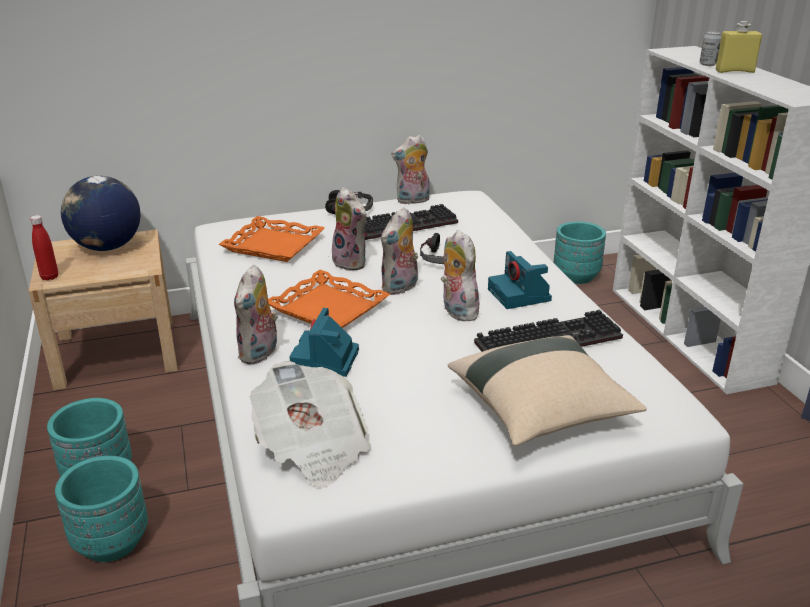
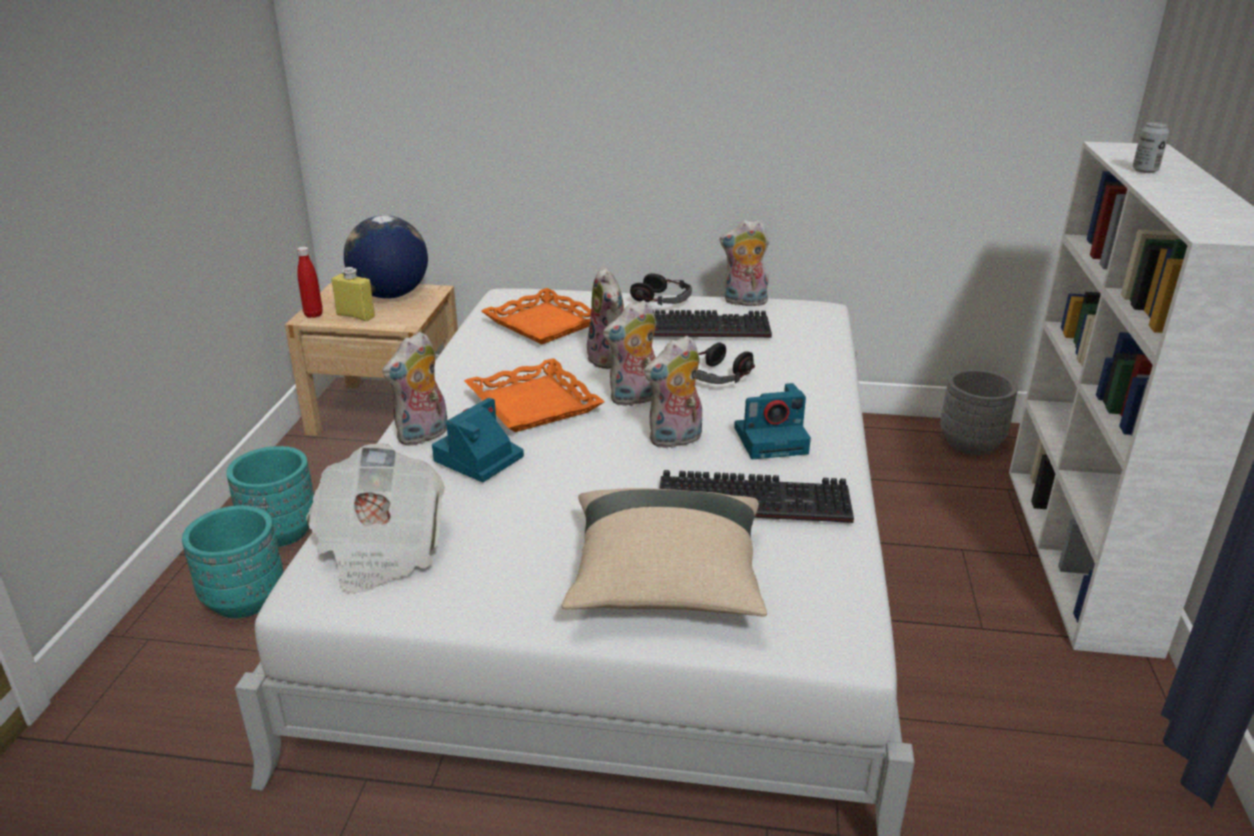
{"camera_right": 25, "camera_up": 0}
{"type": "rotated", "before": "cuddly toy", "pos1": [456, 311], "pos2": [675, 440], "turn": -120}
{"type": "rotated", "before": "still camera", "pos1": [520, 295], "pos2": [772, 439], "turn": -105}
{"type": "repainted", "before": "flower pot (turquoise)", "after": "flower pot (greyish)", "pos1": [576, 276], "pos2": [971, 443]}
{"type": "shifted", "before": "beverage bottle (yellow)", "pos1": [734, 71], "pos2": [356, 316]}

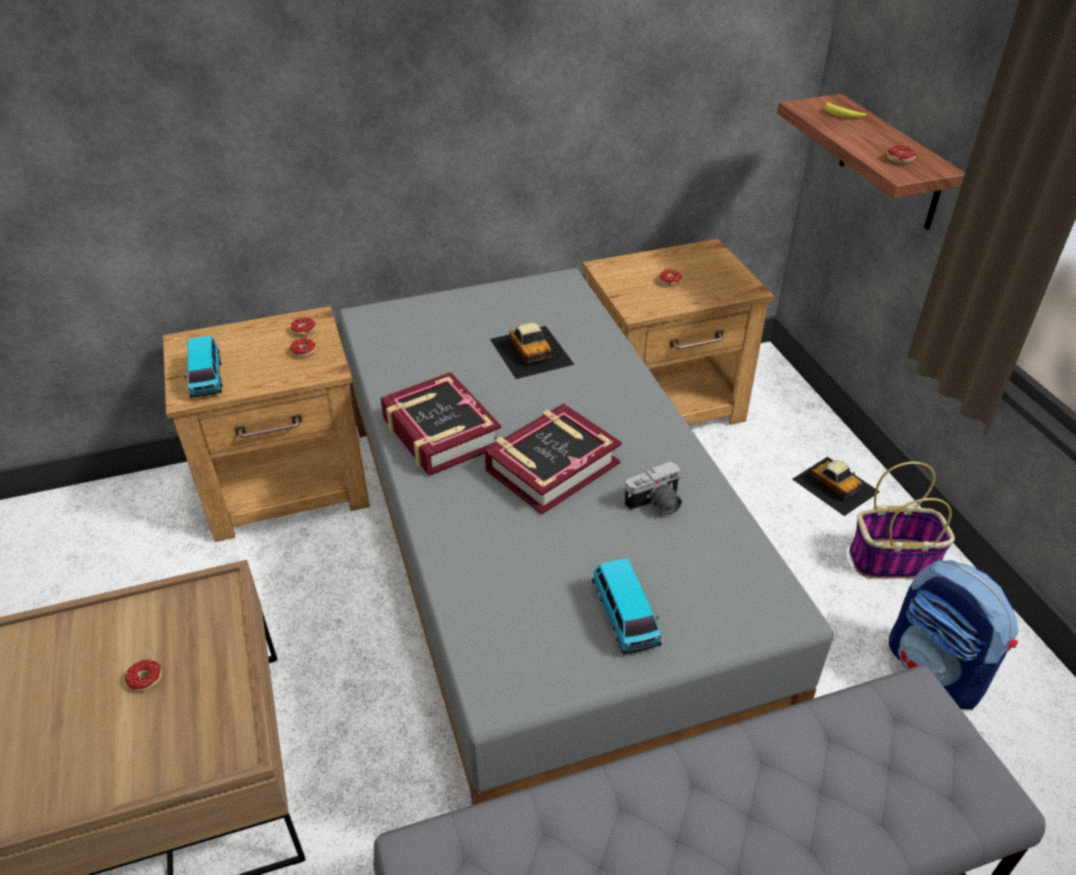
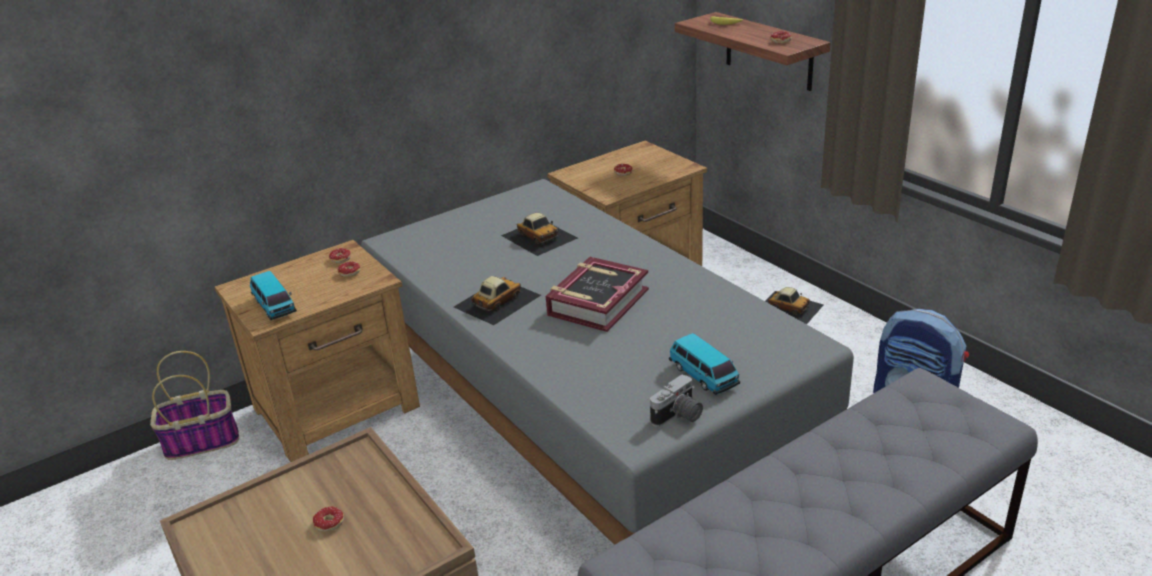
{"camera_right": -15, "camera_up": -10}
{"type": "swapped", "before": "book", "after": "model car", "pos1": [440, 433], "pos2": [496, 301]}
{"type": "shifted", "before": "still camera", "pos1": [656, 505], "pos2": [679, 417]}
{"type": "shifted", "before": "storage basket", "pos1": [893, 560], "pos2": [203, 441]}

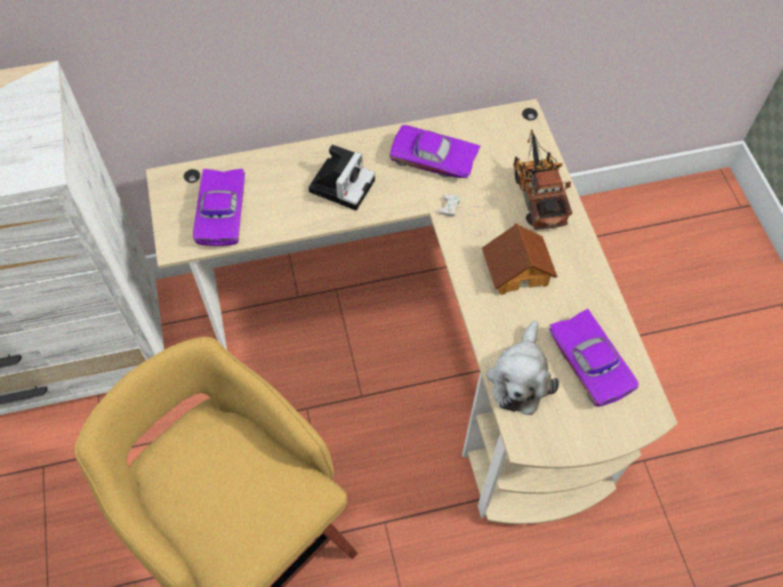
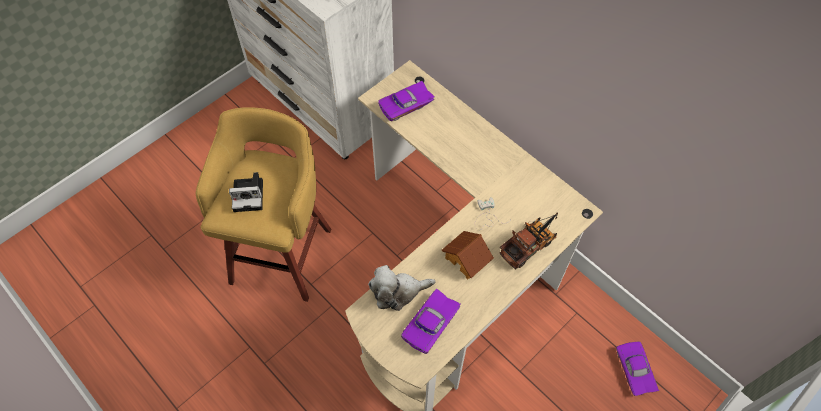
{"camera_right": 60, "camera_up": 0}
{"type": "shifted", "before": "still camera", "pos1": [342, 183], "pos2": [250, 195]}
{"type": "shifted", "before": "model car (purplish)", "pos1": [432, 161], "pos2": [633, 370]}

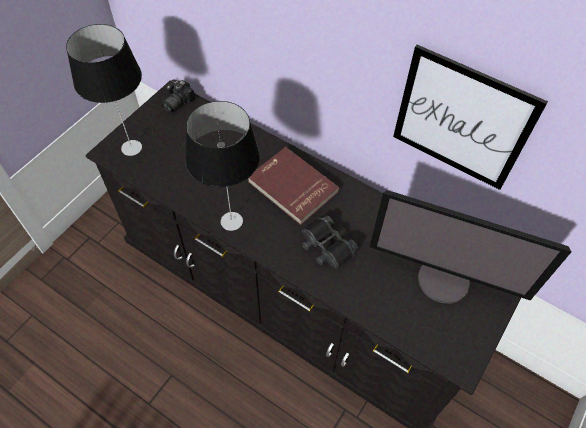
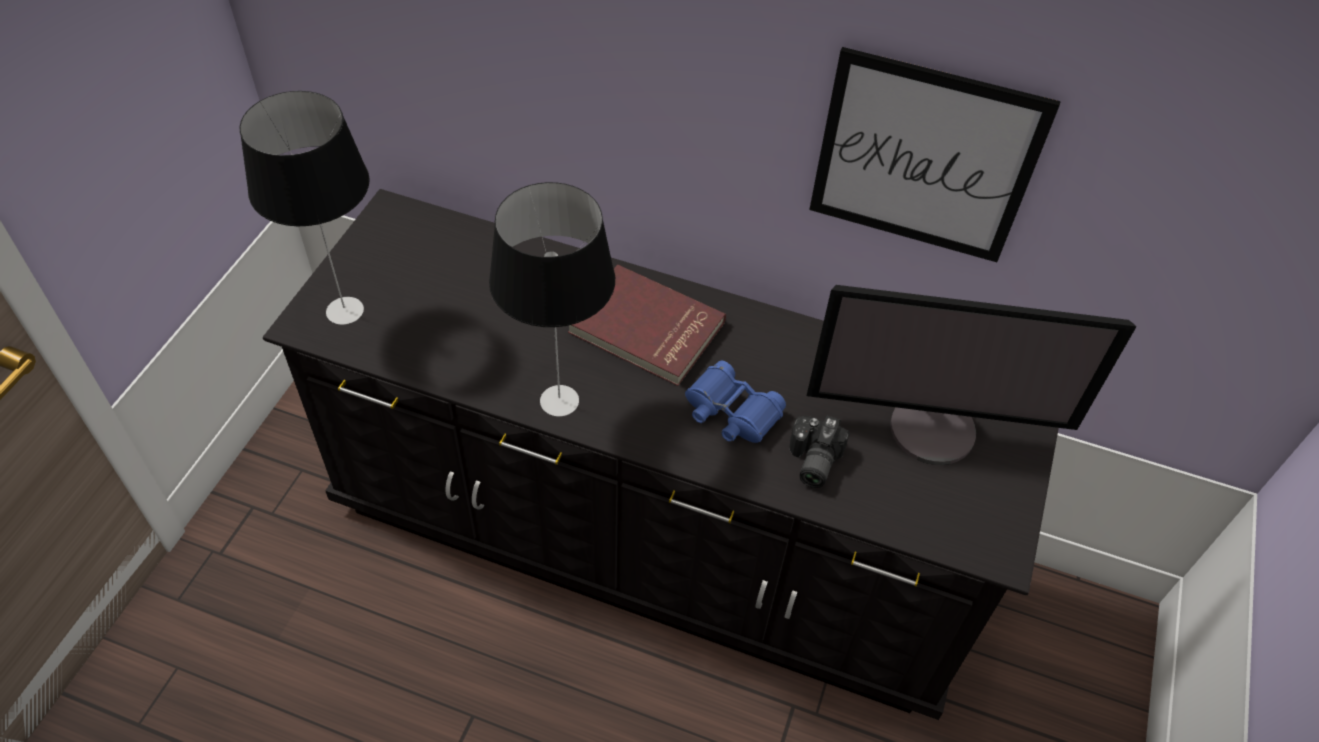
{"camera_right": -15, "camera_up": -5}
{"type": "shifted", "before": "still camera", "pos1": [175, 102], "pos2": [811, 461]}
{"type": "repainted", "before": "pair of binoculars (blackish)", "after": "pair of binoculars (bluish)", "pos1": [326, 247], "pos2": [731, 412]}

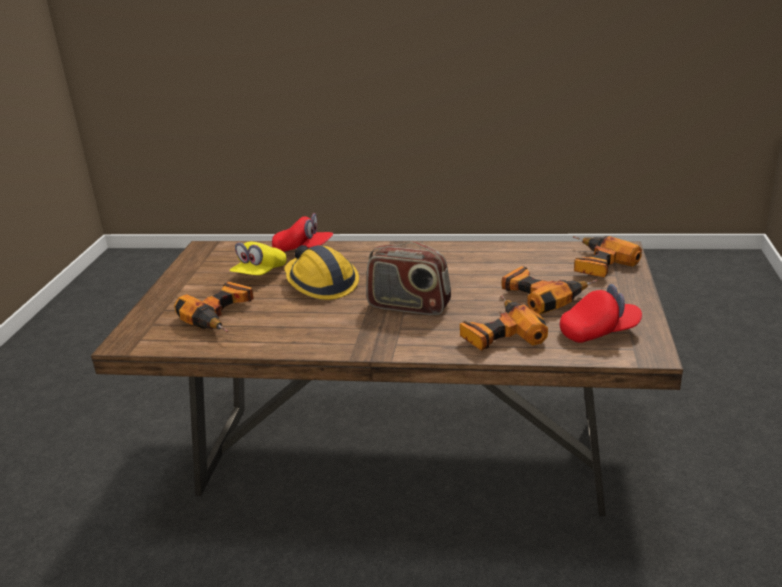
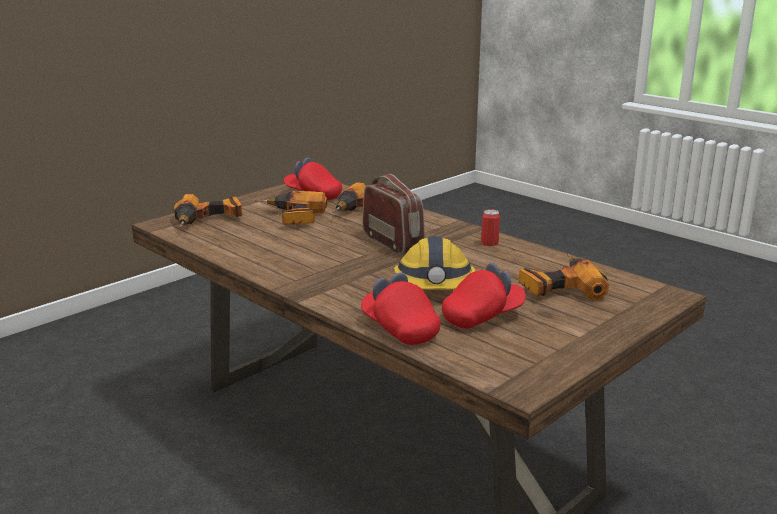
{"camera_right": -145, "camera_up": -5}
{"type": "repainted", "before": "baseball cap (yellow)", "after": "baseball cap (red-coloured)", "pos1": [260, 274], "pos2": [483, 316]}
{"type": "new", "after": "metal can", "pos2": [489, 243]}

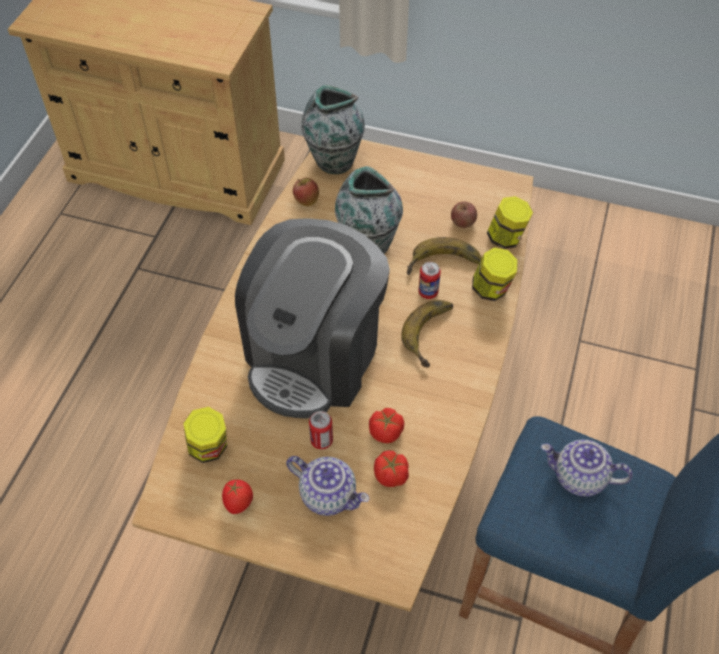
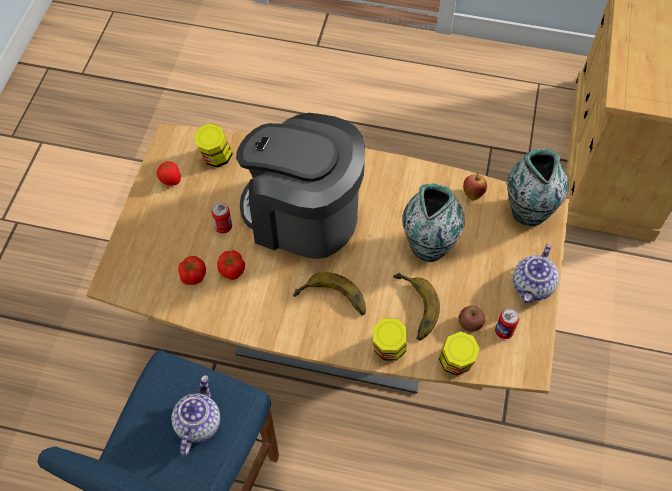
{"camera_right": 85, "camera_up": 5}
{"type": "shifted", "before": "teapot", "pos1": [329, 495], "pos2": [532, 286]}
{"type": "shifted", "before": "metal can", "pos1": [428, 292], "pos2": [504, 331]}

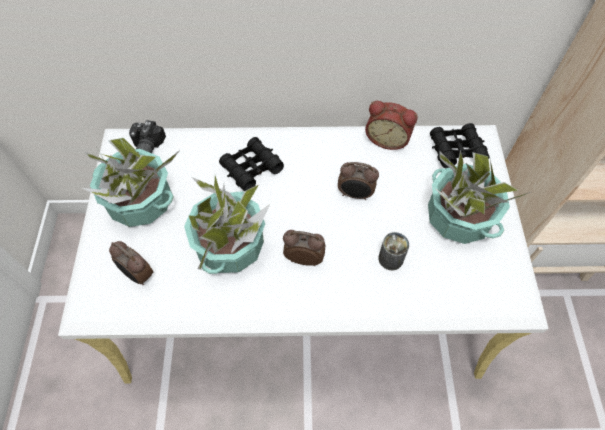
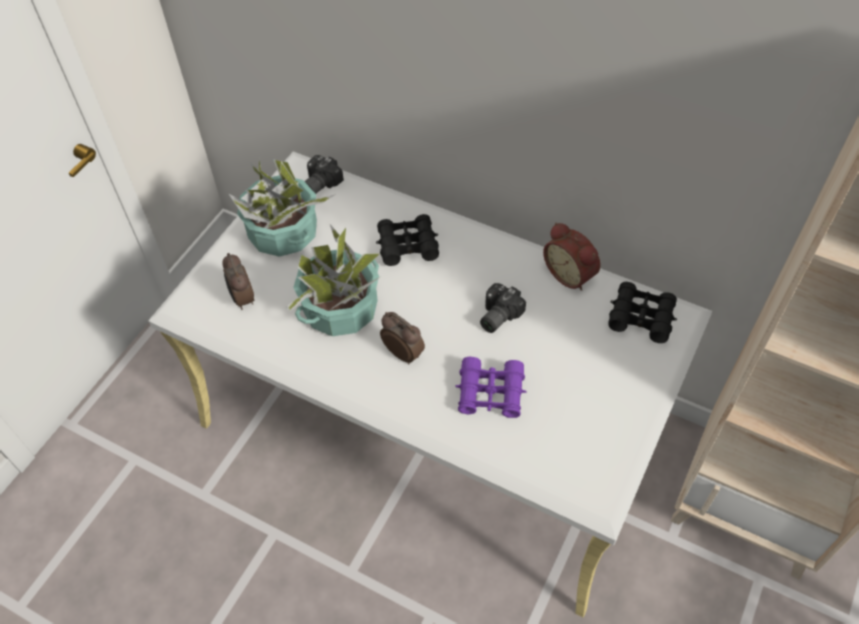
{"camera_right": 30, "camera_up": -5}
{"type": "swapped", "before": "bedside clock", "after": "still camera", "pos1": [355, 194], "pos2": [496, 315]}
{"type": "swapped", "before": "metal can", "after": "pair of binoculars (purplish)", "pos1": [390, 259], "pos2": [490, 393]}
{"type": "gone", "before": "houseplant", "pos1": [458, 217]}

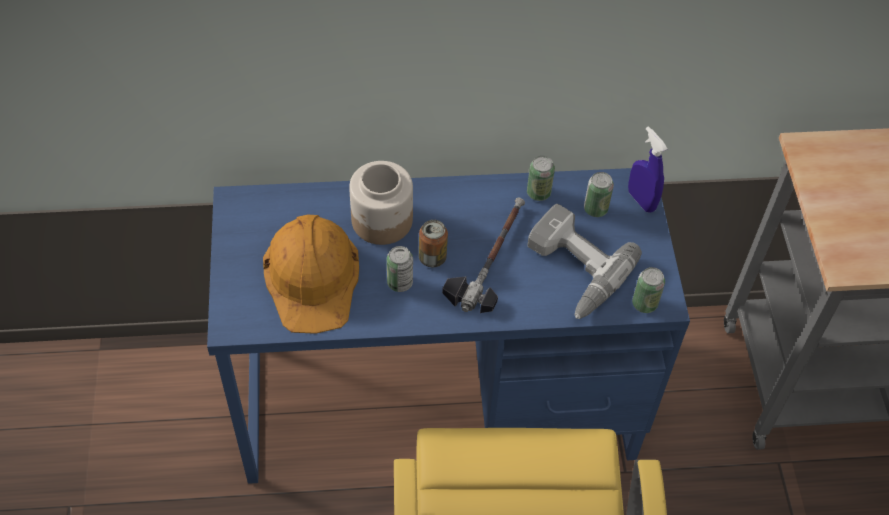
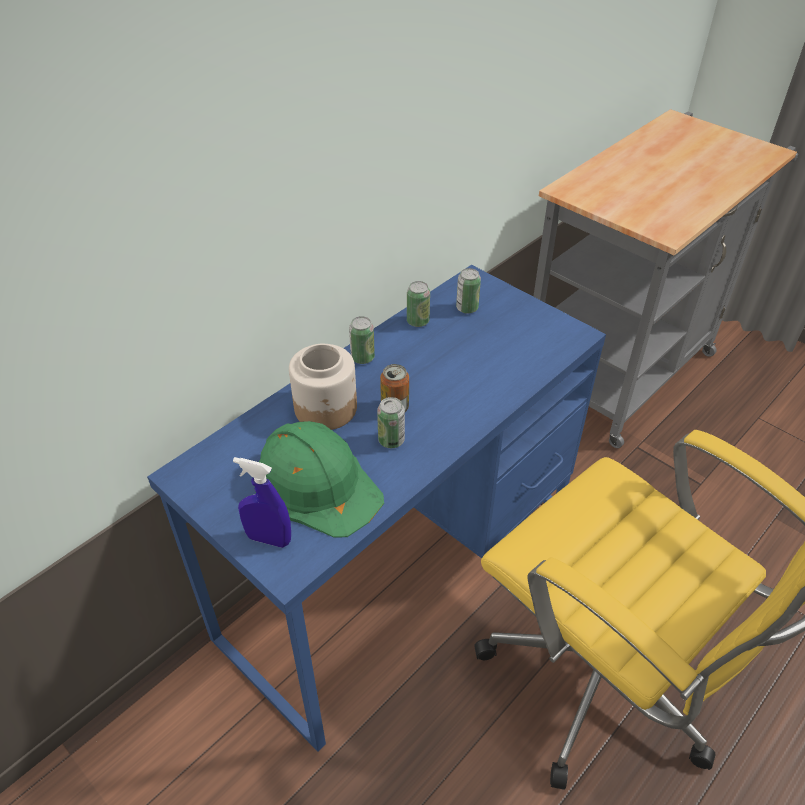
{"camera_right": -40, "camera_up": -10}
{"type": "repainted", "before": "work helmet (orange-coloured)", "after": "work helmet (green)", "pos1": [313, 277], "pos2": [316, 483]}
{"type": "gone", "before": "hammer", "pos1": [491, 257]}
{"type": "gone", "before": "drill", "pos1": [571, 270]}
{"type": "shifted", "before": "hand sprayer (bluish)", "pos1": [641, 200], "pos2": [269, 539]}
{"type": "shifted", "before": "metal can", "pos1": [644, 303], "pos2": [362, 358]}

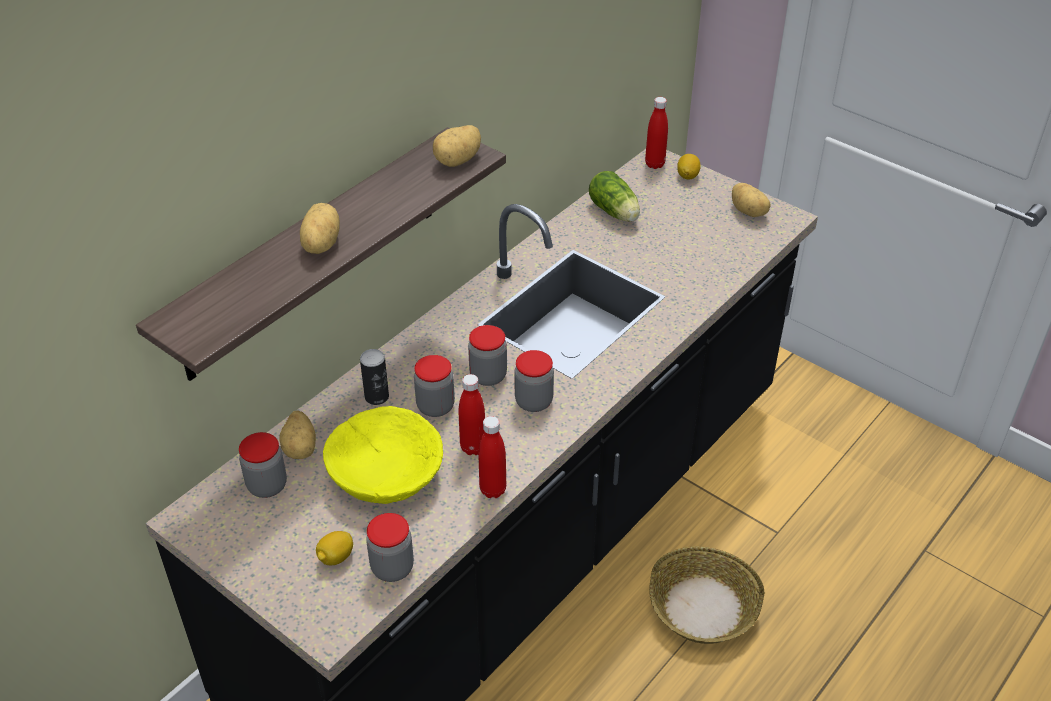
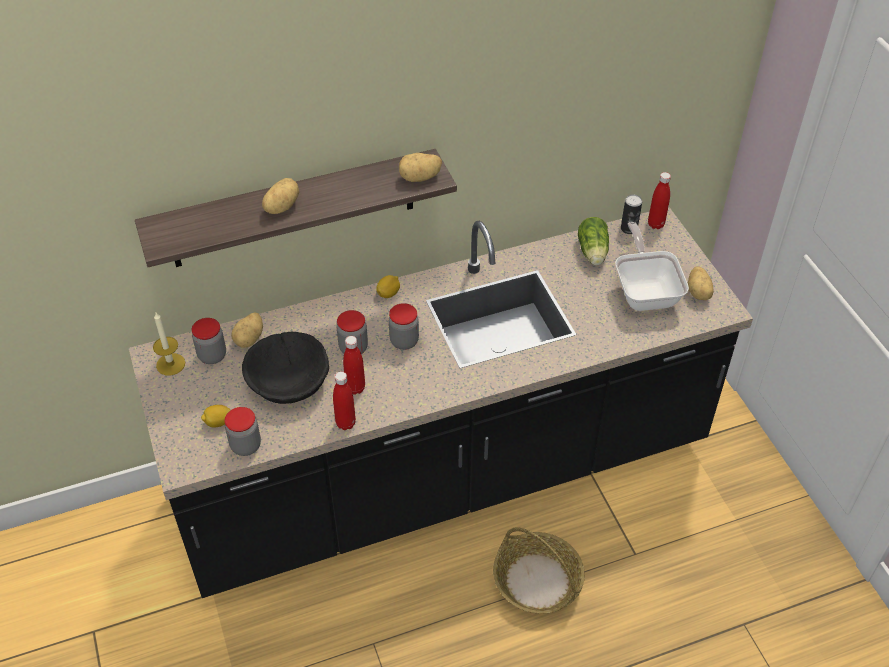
{"camera_right": 30, "camera_up": 5}
{"type": "repainted", "before": "serving bowl (yellow)", "after": "serving bowl (blackish)", "pos1": [386, 474], "pos2": [288, 381]}
{"type": "shifted", "before": "metal can", "pos1": [376, 397], "pos2": [629, 228]}
{"type": "gone", "before": "preserve jar", "pos1": [533, 401]}
{"type": "shifted", "before": "citrus fruit", "pos1": [687, 175], "pos2": [388, 293]}
{"type": "new", "after": "candle", "pos2": [170, 364]}
{"type": "new", "after": "frying pan", "pos2": [645, 291]}

